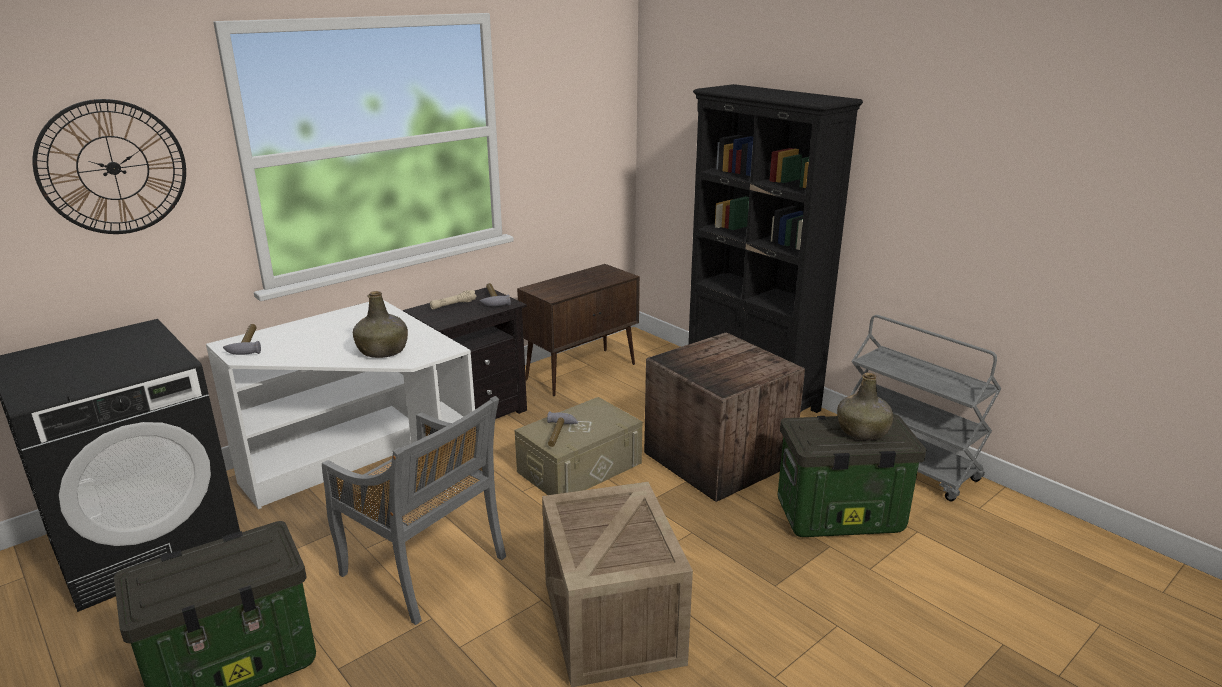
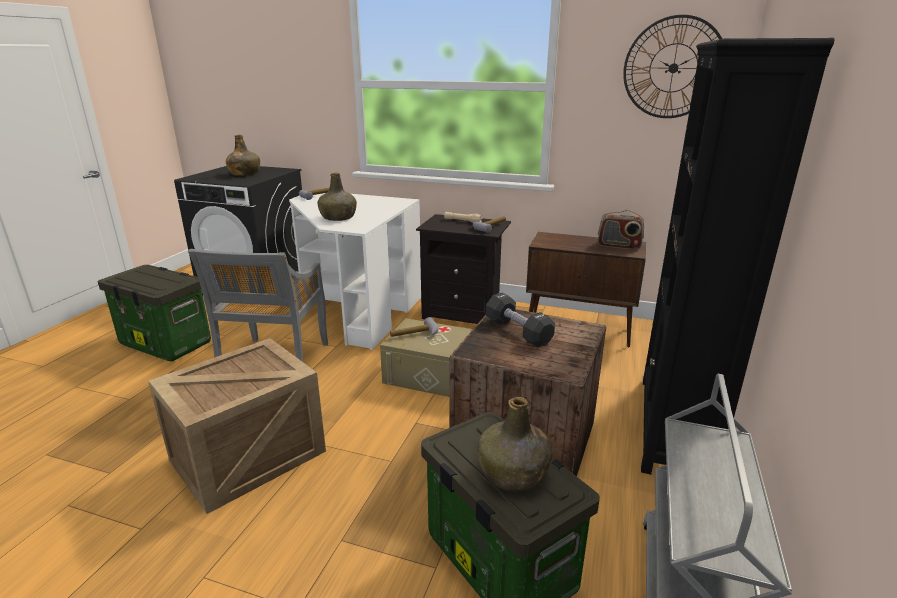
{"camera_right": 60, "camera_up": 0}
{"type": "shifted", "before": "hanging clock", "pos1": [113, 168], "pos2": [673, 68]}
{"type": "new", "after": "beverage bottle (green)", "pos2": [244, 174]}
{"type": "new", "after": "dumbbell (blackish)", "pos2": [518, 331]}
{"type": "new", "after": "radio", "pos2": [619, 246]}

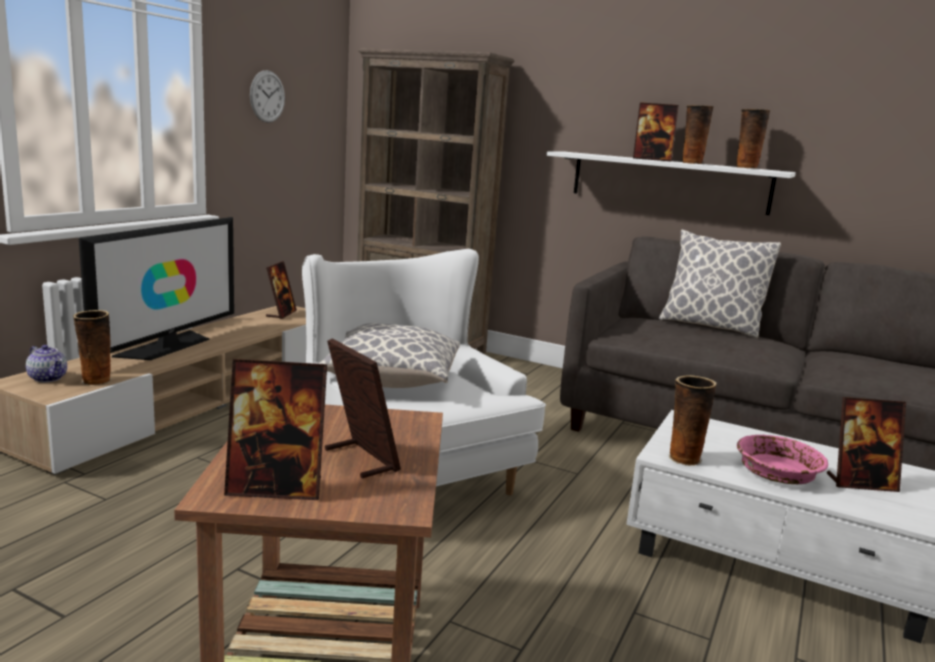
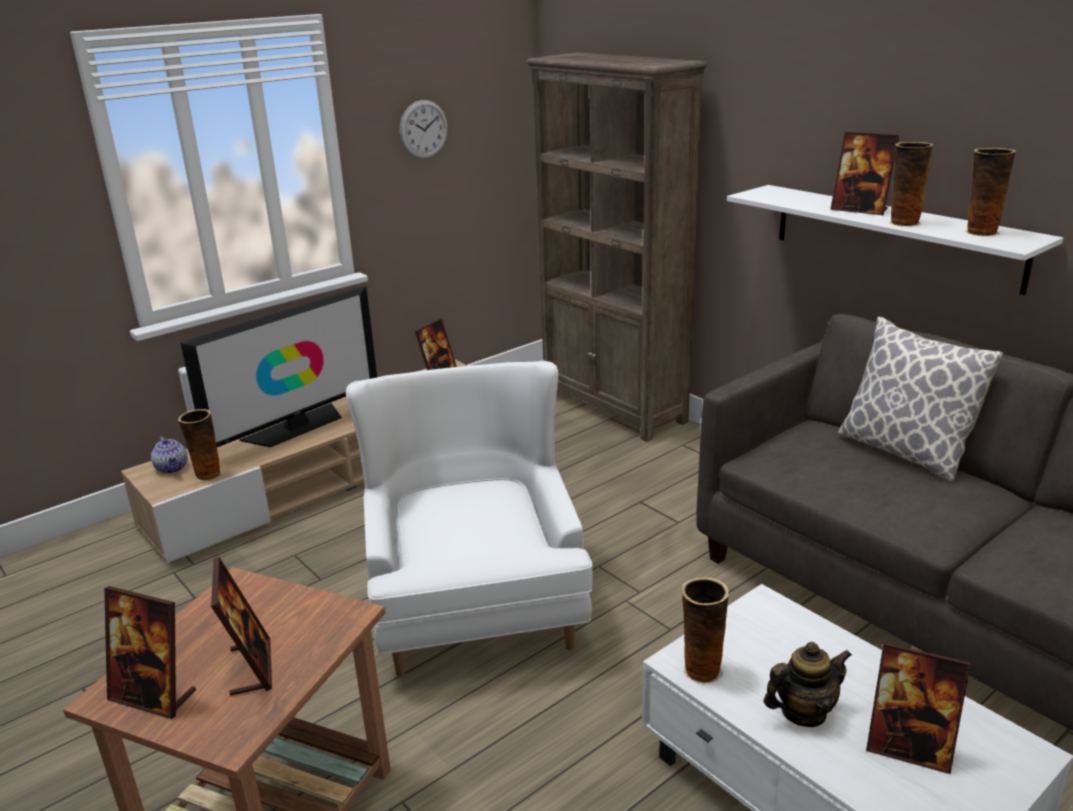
{"camera_right": 25, "camera_up": 10}
{"type": "gone", "before": "throw pillow", "pos1": [391, 380]}
{"type": "swapped", "before": "serving bowl (pink)", "after": "teapot", "pos1": [776, 473], "pos2": [803, 712]}

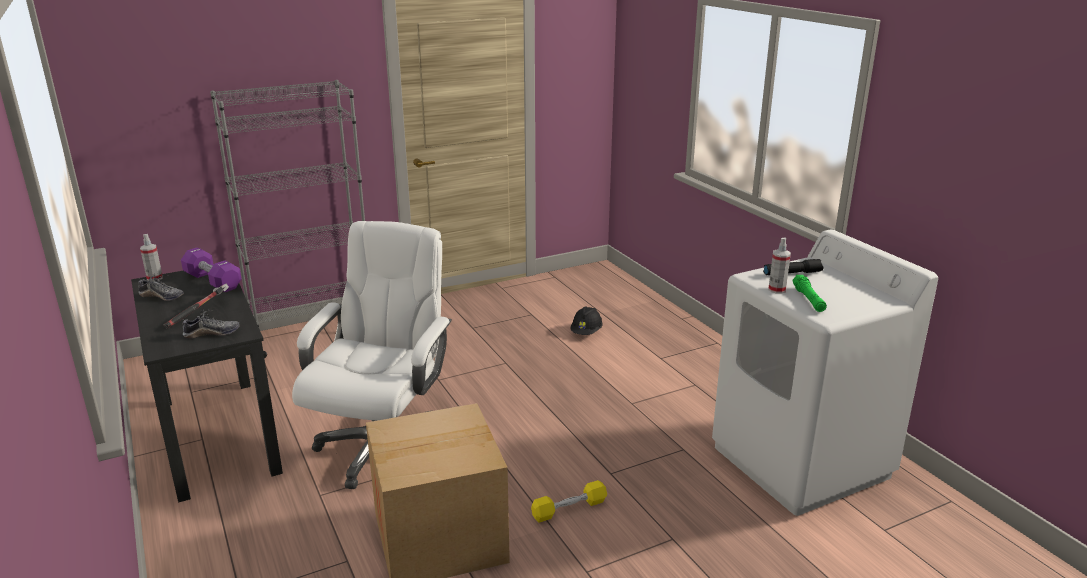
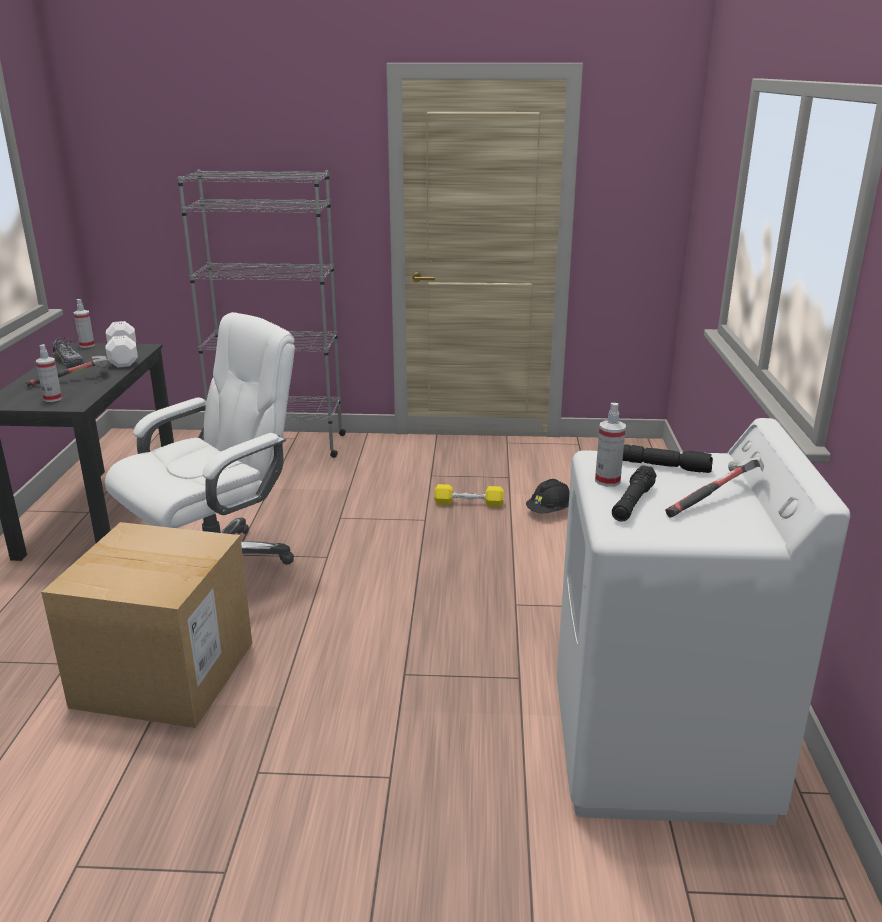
{"camera_right": 30, "camera_up": 0}
{"type": "repainted", "before": "dumbbell (purplish)", "after": "dumbbell (whitish)", "pos1": [213, 281], "pos2": [123, 357]}
{"type": "swapped", "before": "low shoe", "after": "hand sprayer", "pos1": [212, 333], "pos2": [53, 398]}
{"type": "shifted", "before": "dumbbell (yellow)", "pos1": [569, 509], "pos2": [468, 503]}
{"type": "repainted", "before": "torch (green)", "after": "torch (blackish)", "pos1": [808, 299], "pos2": [632, 503]}
{"type": "new", "after": "hammer", "pos2": [715, 499]}

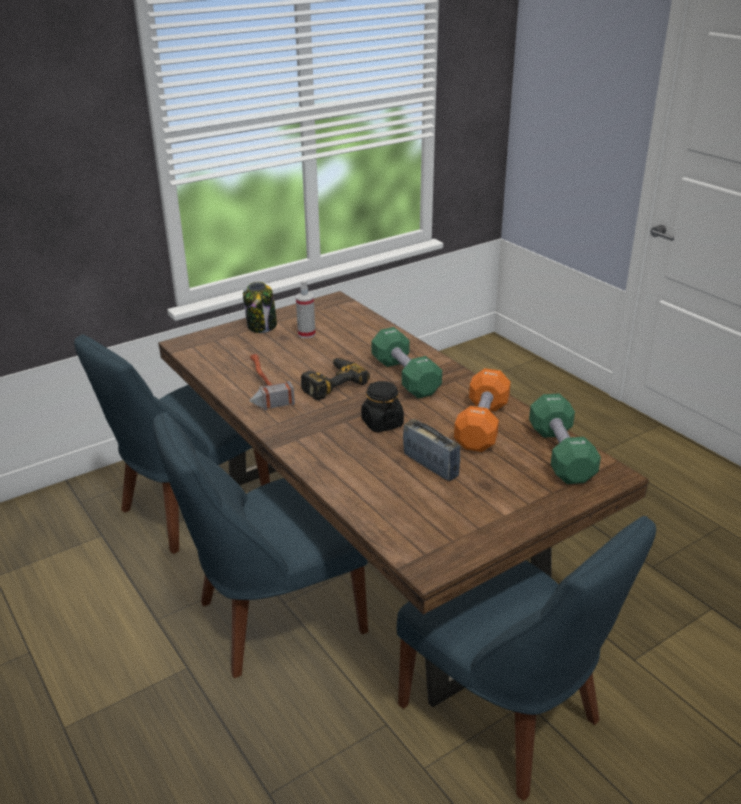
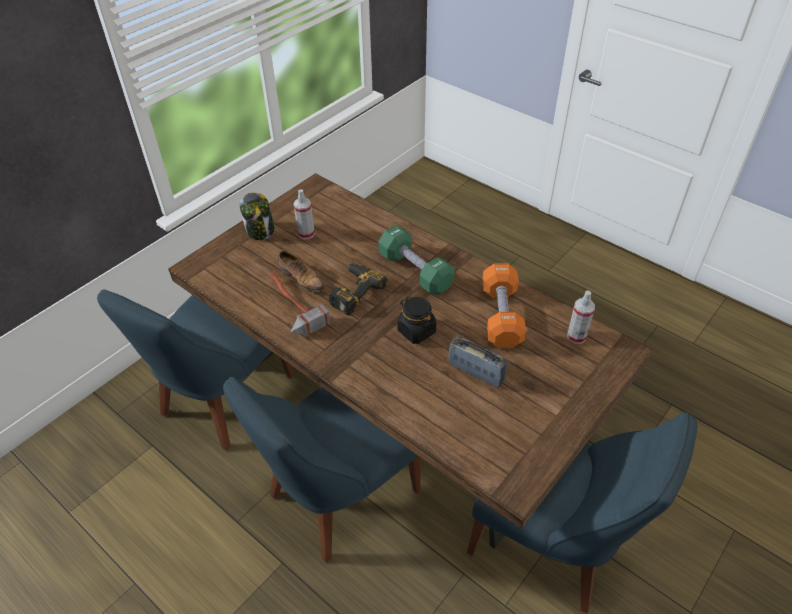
{"camera_right": -15, "camera_up": 15}
{"type": "swapped", "before": "dumbbell (green)", "after": "hand sprayer", "pos1": [560, 454], "pos2": [576, 336]}
{"type": "new", "after": "low shoe", "pos2": [301, 278]}

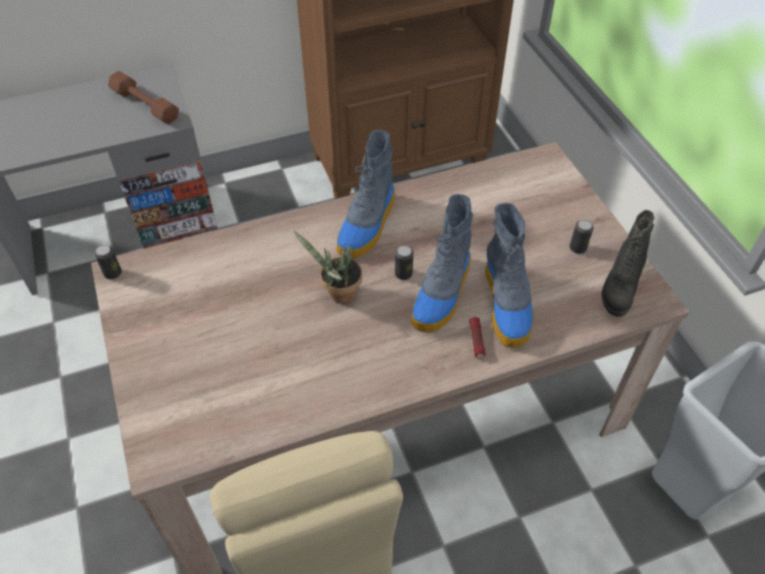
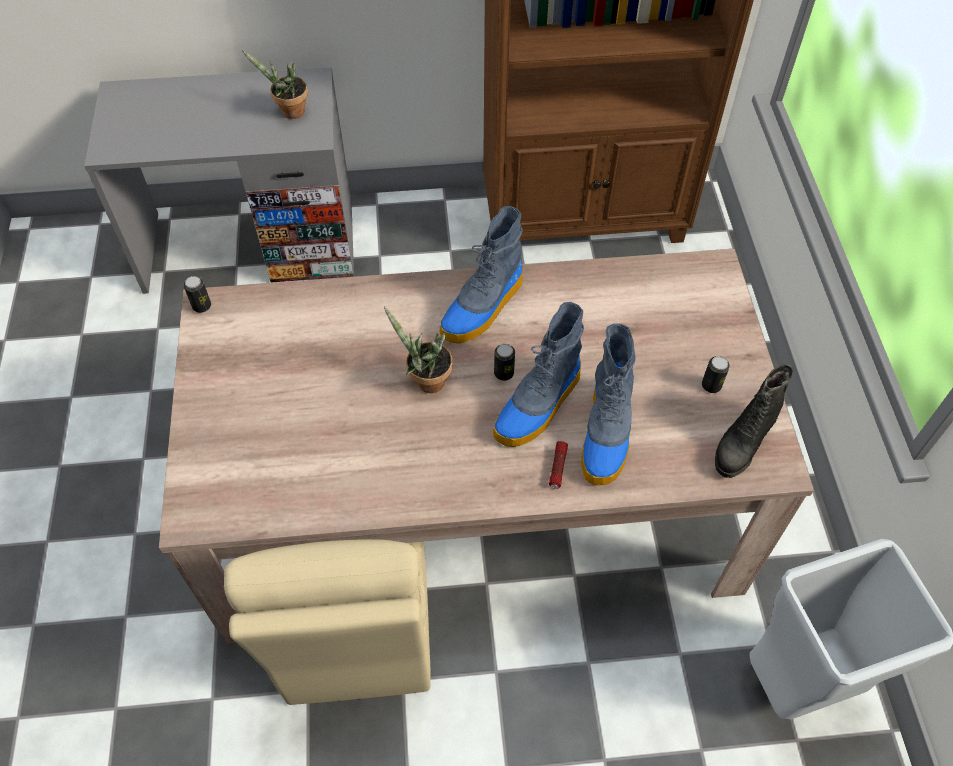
{"camera_right": 15, "camera_up": 5}
{"type": "swapped", "before": "dumbbell (brown-coloured)", "after": "houseplant", "pos1": [145, 104], "pos2": [289, 112]}

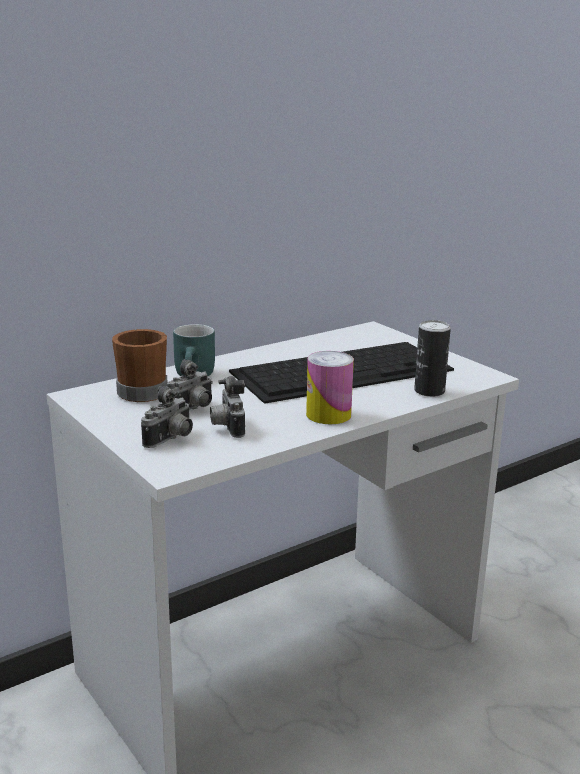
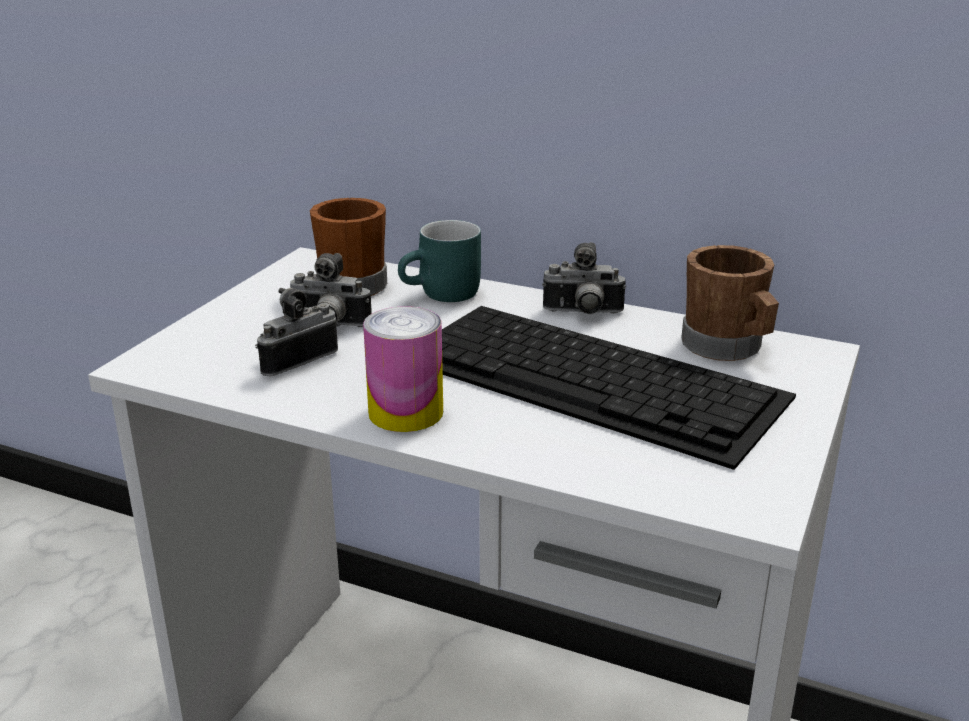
{"camera_right": 60, "camera_up": 5}
{"type": "shifted", "before": "still camera", "pos1": [171, 439], "pos2": [583, 313]}
{"type": "gone", "before": "metal can", "pos1": [429, 391]}
{"type": "new", "after": "coffee mug (brown-coloured)", "pos2": [727, 348]}

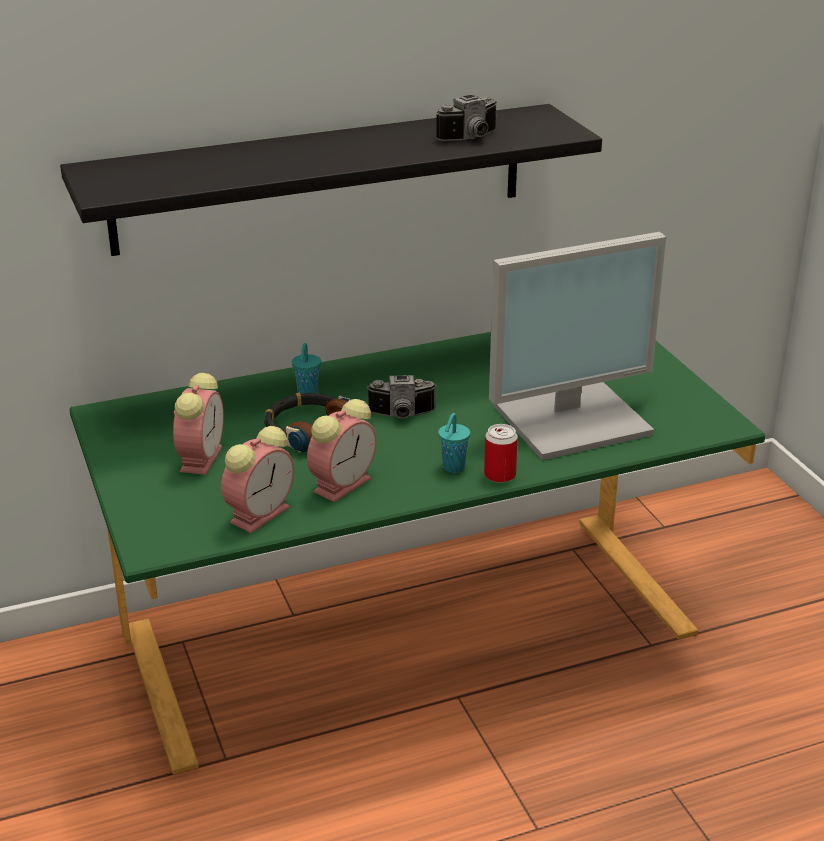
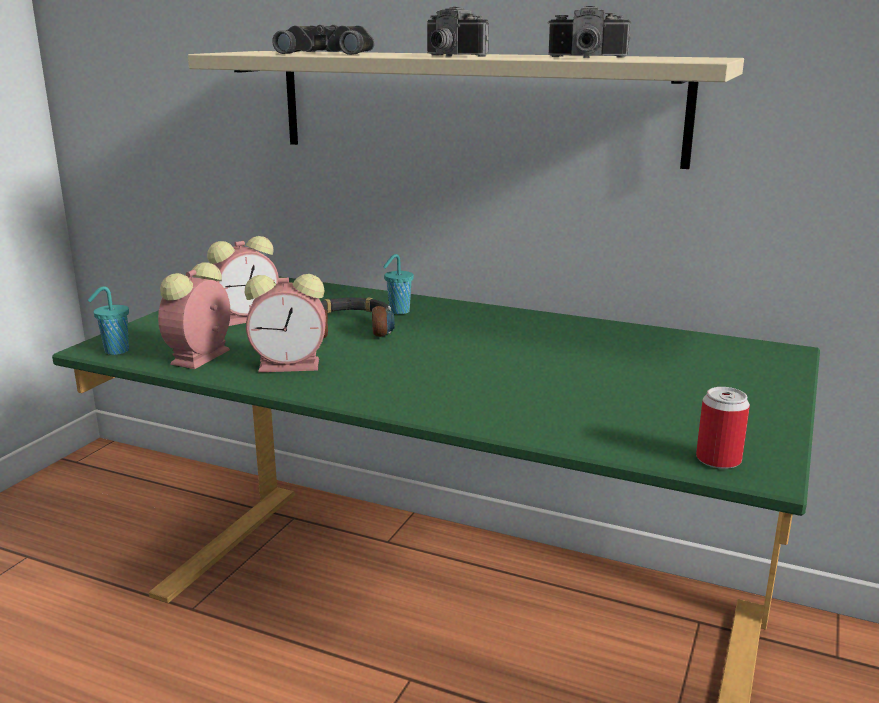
{"camera_right": 45, "camera_up": -10}
{"type": "repainted", "before": "shelf (blackish)", "after": "shelf (beige-coloured)", "pos1": [320, 178], "pos2": [472, 105]}
{"type": "rotated", "before": "bedside clock", "pos1": [261, 513], "pos2": [199, 358], "turn": 120}
{"type": "shifted", "before": "still camera", "pos1": [402, 415], "pos2": [449, 56]}
{"type": "shifted", "before": "small cup (turquoise)", "pos1": [452, 468], "pos2": [115, 351]}
{"type": "shifted", "before": "metal can", "pos1": [500, 475], "pos2": [718, 460]}
{"type": "gone", "before": "monitor", "pos1": [573, 418]}
{"type": "new", "after": "pair of binoculars (blackish)", "pos2": [329, 53]}

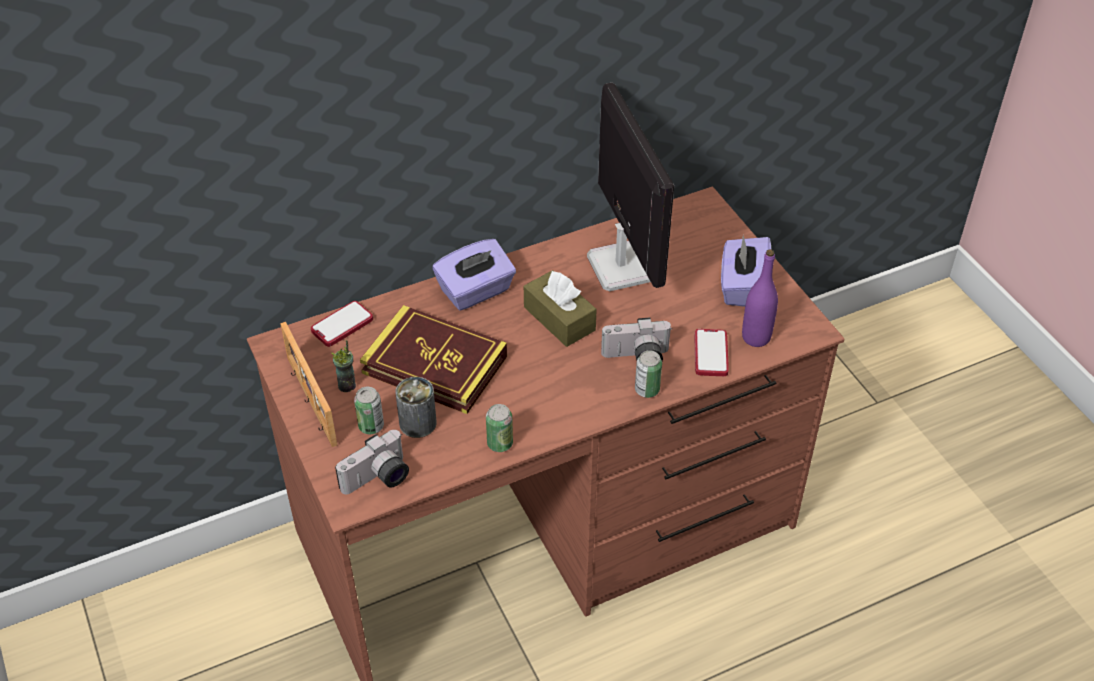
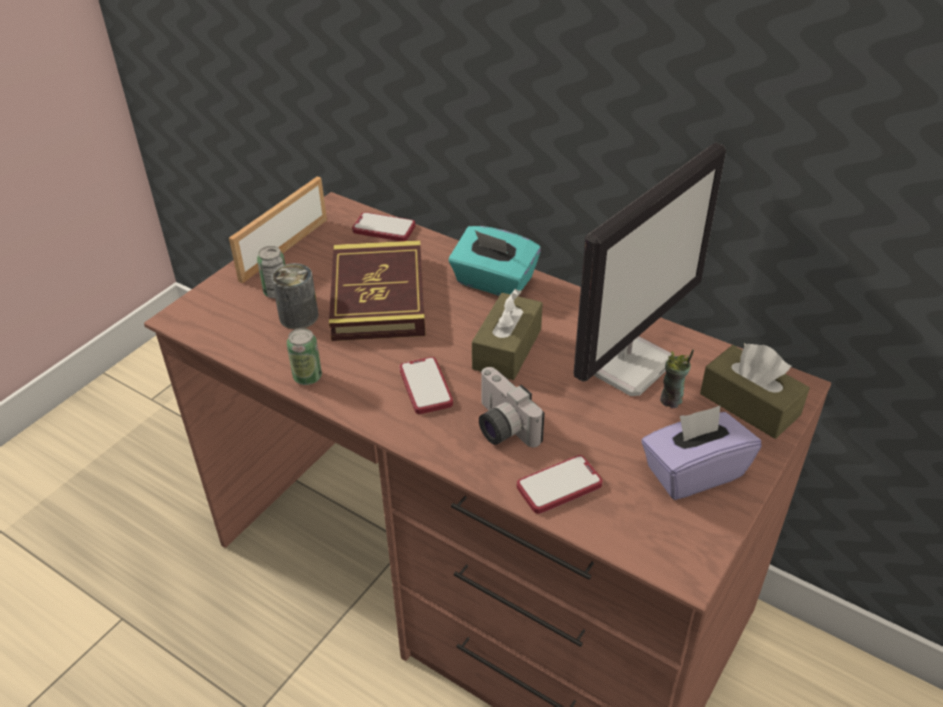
{"camera_right": 60, "camera_up": -5}
{"type": "shifted", "before": "small cup", "pos1": [347, 385], "pos2": [671, 401]}
{"type": "gone", "before": "still camera", "pos1": [378, 479]}
{"type": "repainted", "before": "tissue holder (purplish)", "after": "tissue holder (turquoise)", "pos1": [476, 291], "pos2": [493, 282]}
{"type": "gone", "before": "metal can", "pos1": [647, 390]}
{"type": "gone", "before": "beverage bottle (purplish)", "pos1": [756, 337]}
{"type": "new", "after": "telephone", "pos2": [425, 387]}
{"type": "new", "after": "tissue holder (brown-coloured)", "pos2": [749, 404]}

